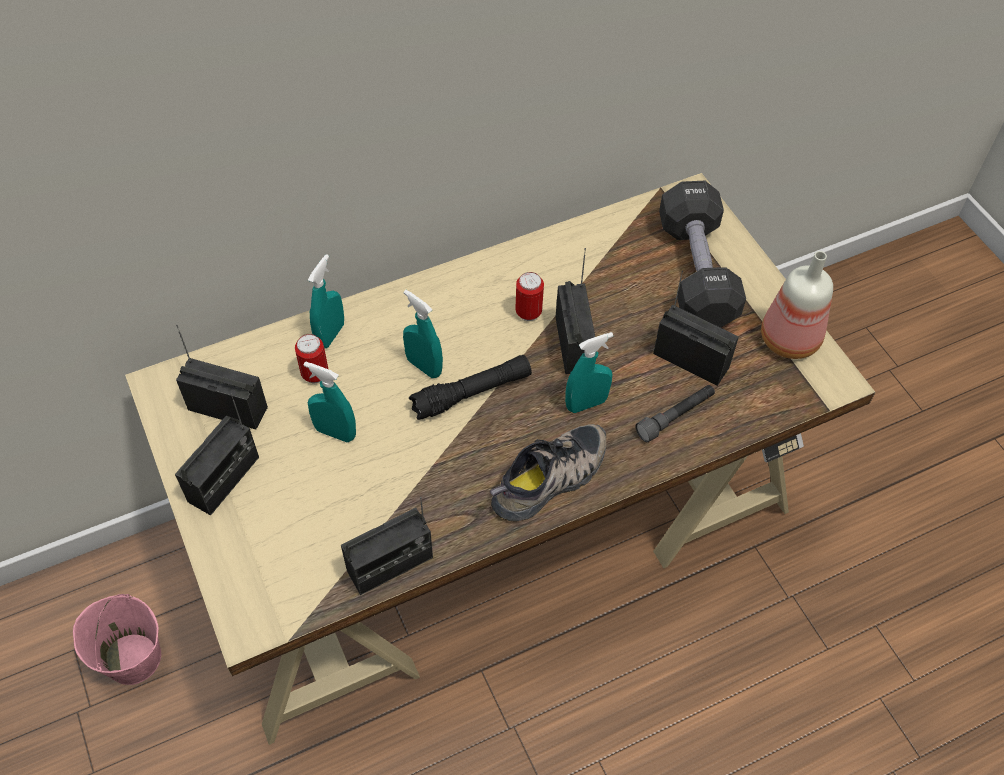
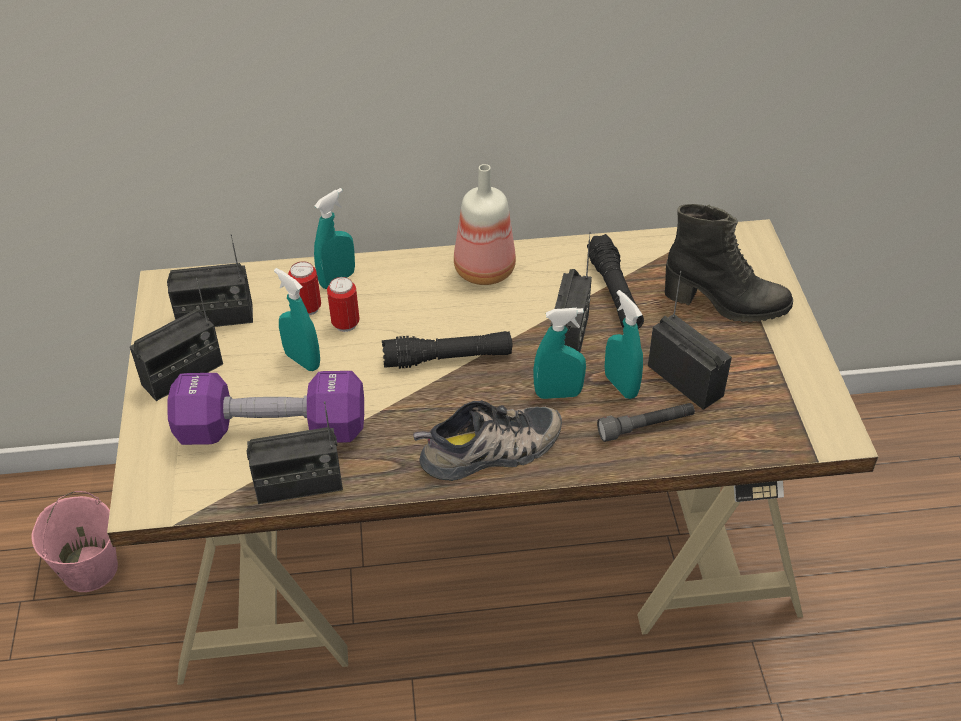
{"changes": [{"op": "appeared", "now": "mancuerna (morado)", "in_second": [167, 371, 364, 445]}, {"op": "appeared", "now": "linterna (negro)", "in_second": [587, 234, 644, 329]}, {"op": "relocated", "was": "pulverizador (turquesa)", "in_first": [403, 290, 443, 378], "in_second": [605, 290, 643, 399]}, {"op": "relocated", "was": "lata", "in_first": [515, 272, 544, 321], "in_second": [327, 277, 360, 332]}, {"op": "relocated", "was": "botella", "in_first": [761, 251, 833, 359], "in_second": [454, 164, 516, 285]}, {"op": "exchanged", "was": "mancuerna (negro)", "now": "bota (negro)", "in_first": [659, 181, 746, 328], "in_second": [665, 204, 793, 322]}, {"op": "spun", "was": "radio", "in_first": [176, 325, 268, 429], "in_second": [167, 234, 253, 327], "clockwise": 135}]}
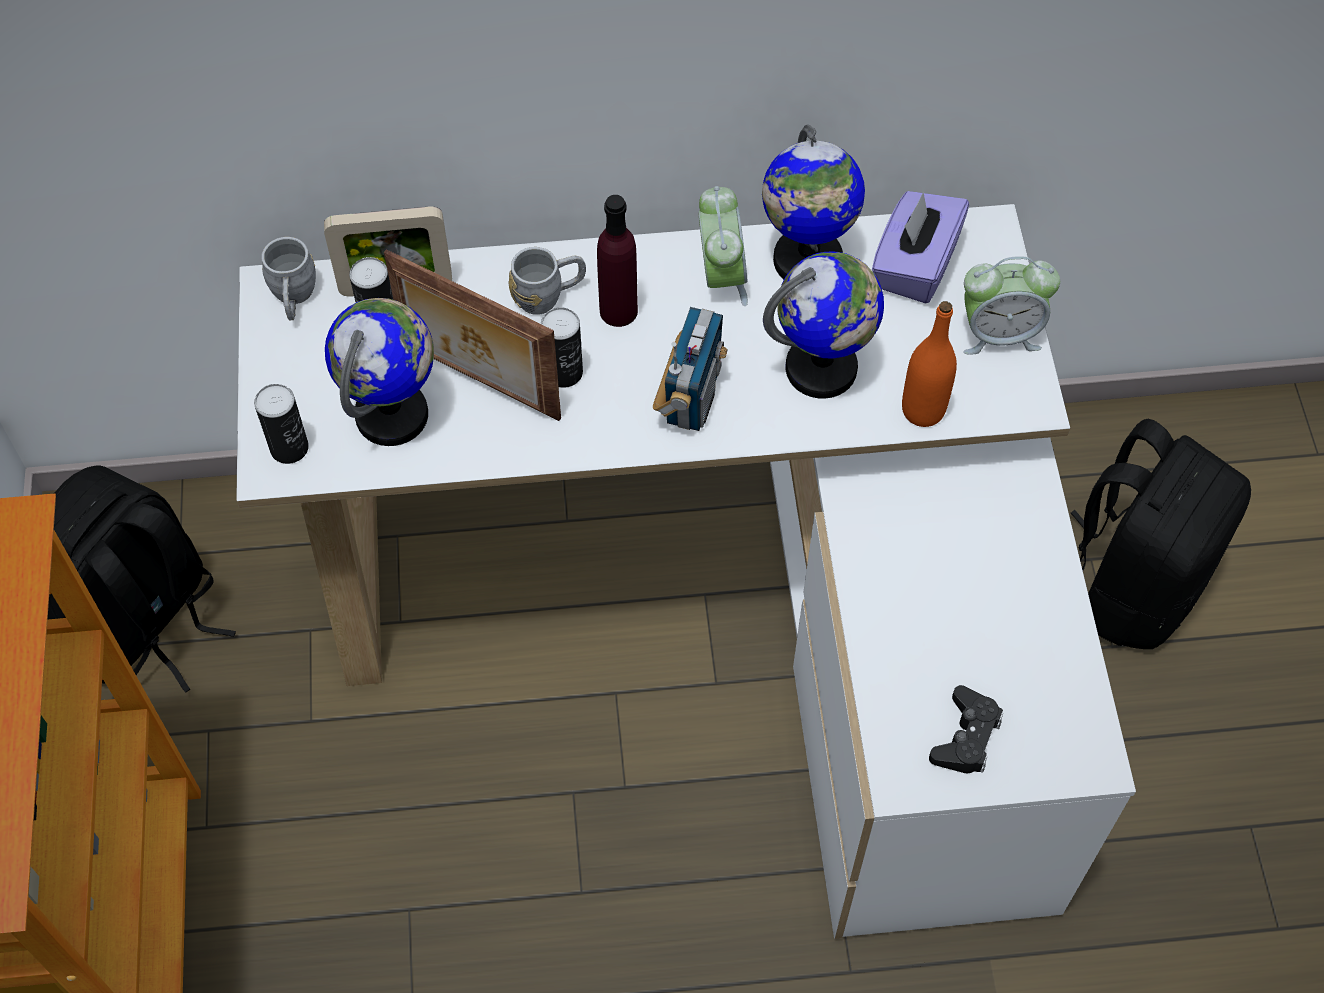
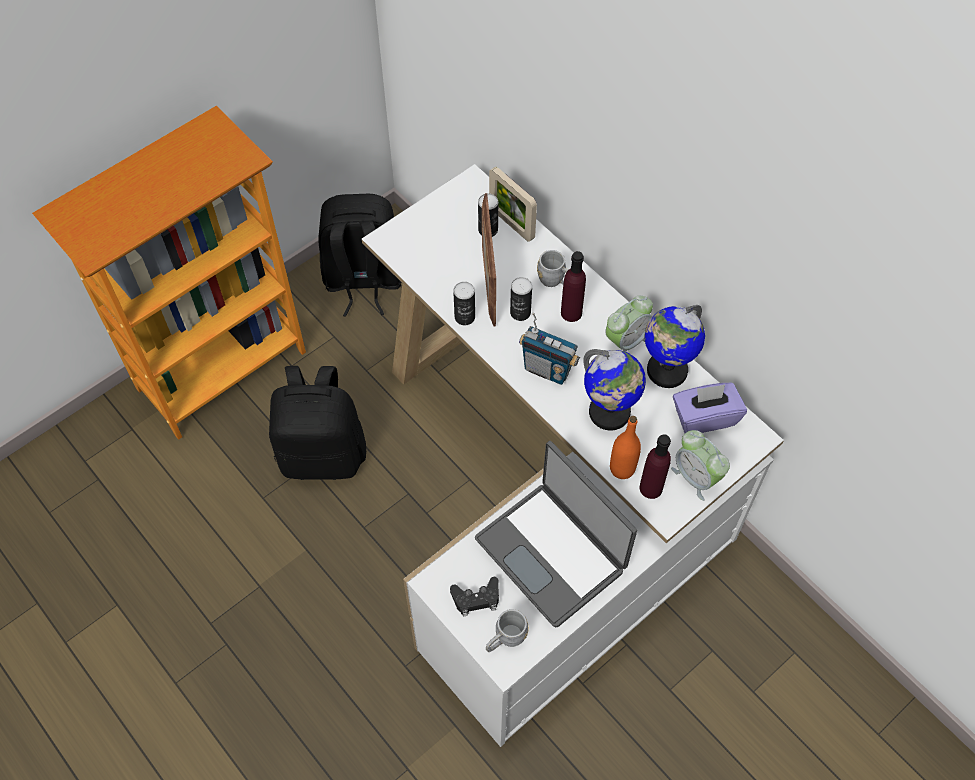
{"changes": [{"op": "missing", "was": "globo terráqueo", "in_first": [325, 298, 434, 446]}, {"op": "appeared", "now": "portátil", "in_second": [475, 441, 637, 627]}, {"op": "appeared", "now": "botella (morado)", "in_second": [639, 434, 671, 499]}, {"op": "relocated", "was": "lata", "in_first": [254, 384, 309, 464], "in_second": [453, 282, 475, 325]}, {"op": "relocated", "was": "taza grande (gris)", "in_first": [261, 237, 316, 321], "in_second": [486, 609, 529, 652]}, {"op": "relocated", "was": "mochila (negro)", "in_first": [1071, 419, 1251, 649], "in_second": [269, 366, 366, 480]}, {"op": "spun", "was": "radio", "in_first": [653, 307, 727, 431], "in_second": [519, 312, 580, 385], "clockwise": 45}]}
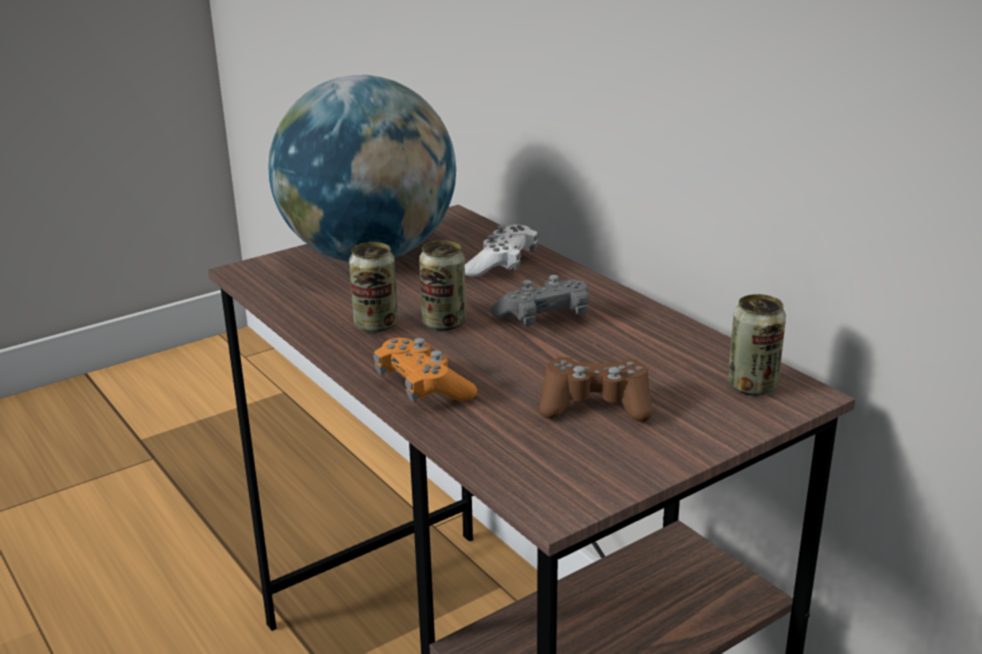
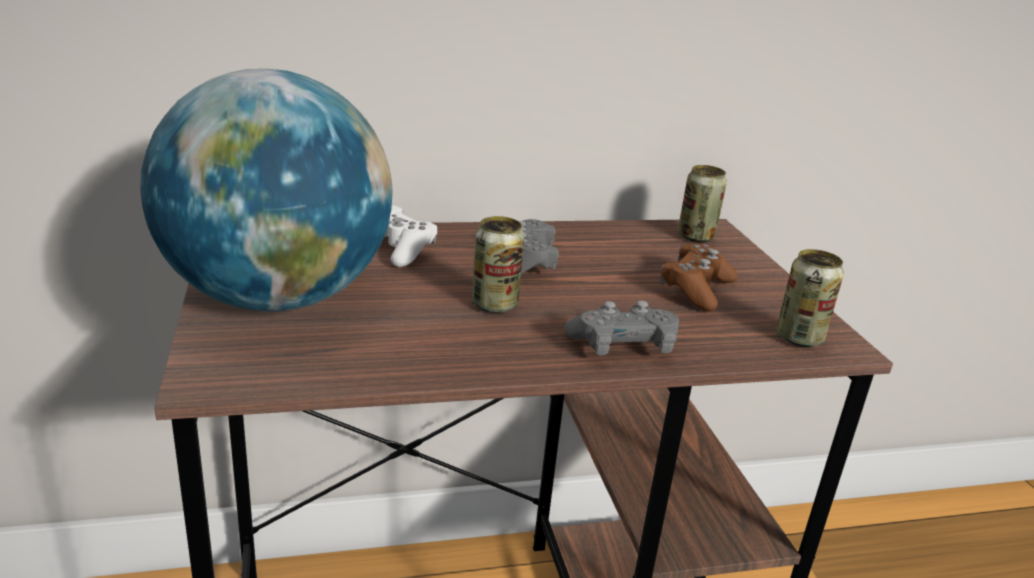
{"changes": [{"op": "relocated", "was": "lata", "in_first": [349, 242, 398, 333], "in_second": [776, 249, 844, 347]}, {"op": "colour", "was": "mando de consola (naranja)", "now": "mando de consola (gris)", "in_first": [374, 338, 477, 402], "in_second": [564, 301, 679, 356]}]}
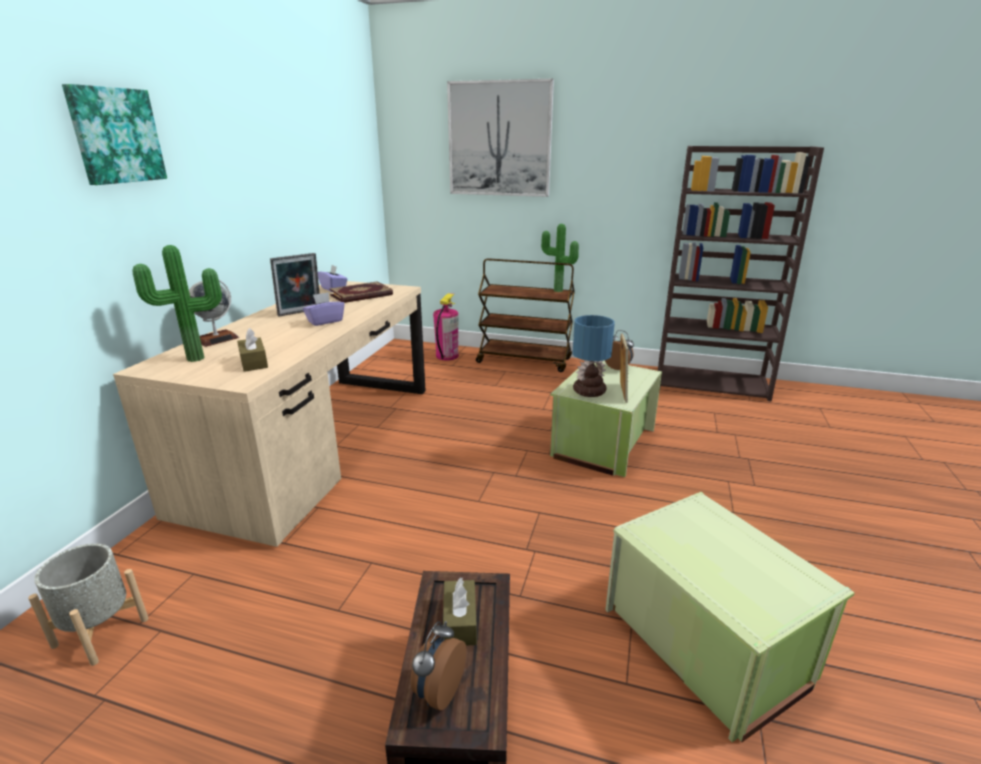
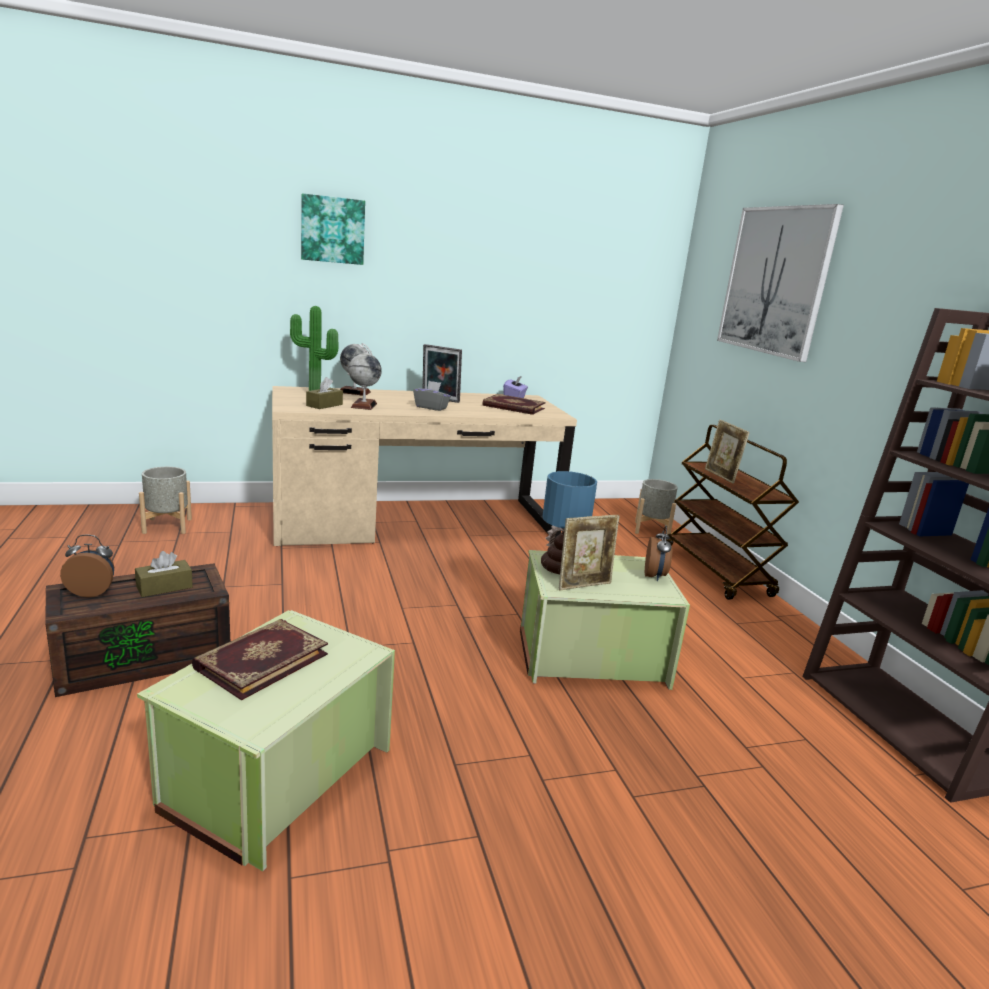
{"changes": [{"op": "missing", "was": "planta en maceta", "in_first": [541, 224, 579, 292]}, {"op": "appeared", "now": "libro", "in_second": [192, 619, 328, 700]}, {"op": "appeared", "now": "globo terráqueo", "in_second": [348, 351, 382, 410]}, {"op": "appeared", "now": "portarretratos", "in_second": [705, 420, 750, 484]}, {"op": "exchanged", "was": "extintor", "now": "maceta (gris)", "in_first": [433, 293, 459, 360], "in_second": [635, 479, 678, 535]}, {"op": "colour", "was": "caja de pañuelos (morado)", "now": "caja de pañuelos (gris)", "in_first": [303, 292, 345, 326], "in_second": [413, 381, 451, 411]}]}
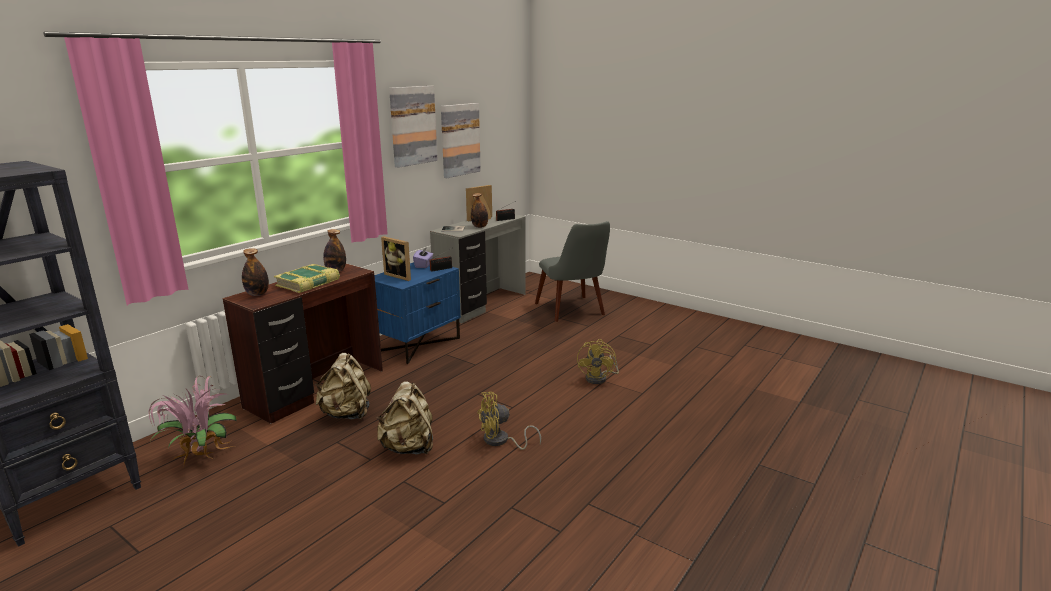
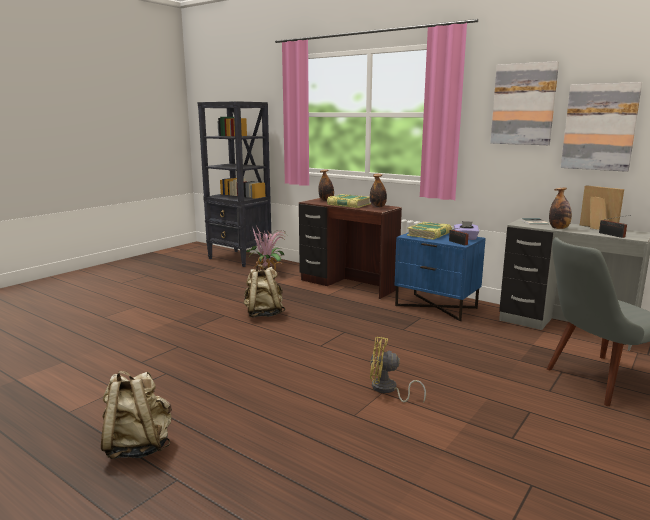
{"changes": [{"op": "missing", "was": "ventilador (amarillo)", "in_first": [477, 392, 541, 450]}, {"op": "relocated", "was": "mochila (beis)", "in_first": [315, 353, 371, 420], "in_second": [101, 371, 172, 459]}, {"op": "exchanged", "was": "portarretratos", "now": "libro", "in_first": [381, 236, 411, 281], "in_second": [407, 222, 452, 240]}]}
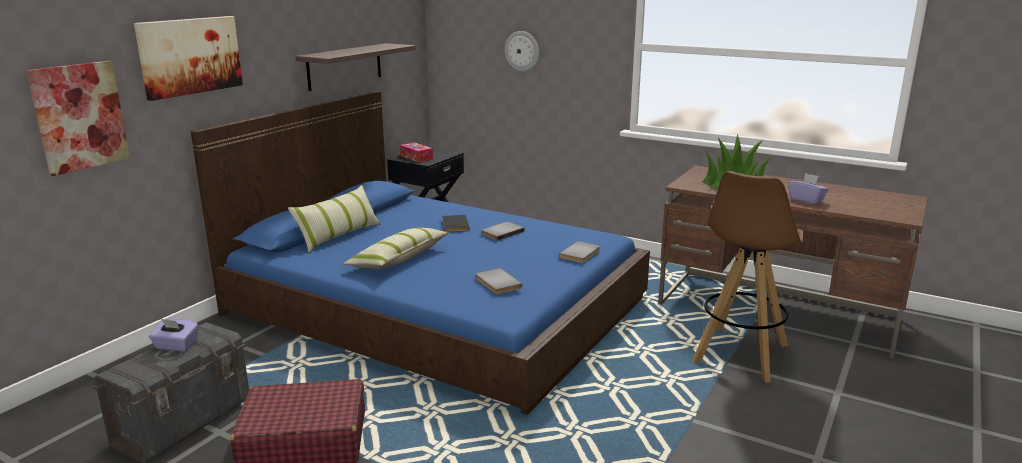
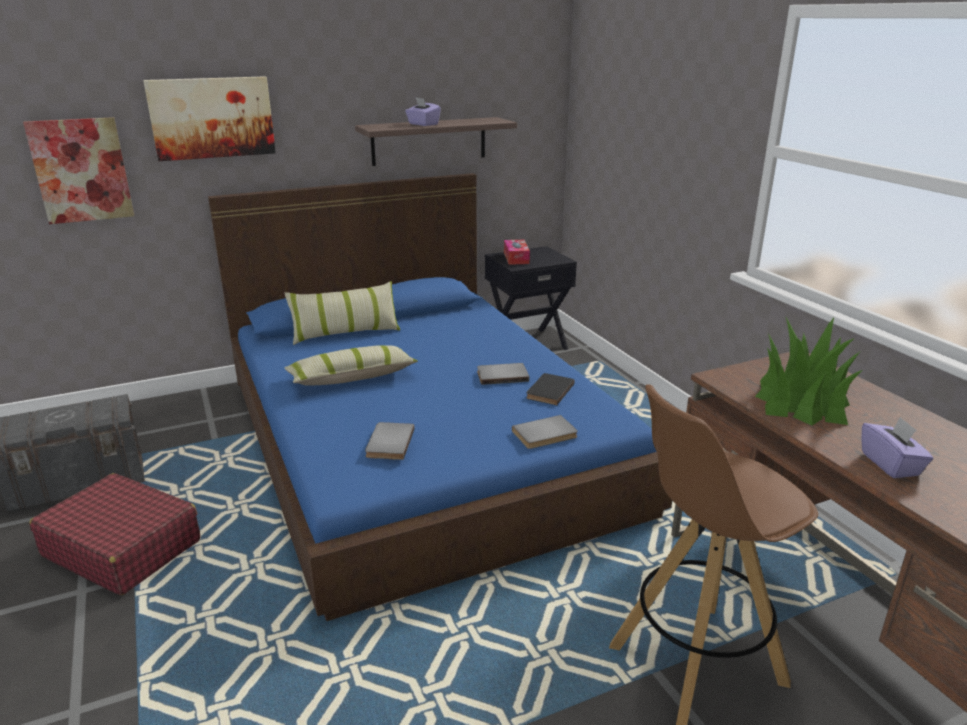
{"changes": [{"op": "missing", "was": "reloj de pared", "in_first": [505, 31, 539, 72]}, {"op": "relocated", "was": "caja de pañuelos (morado)", "in_first": [149, 319, 198, 351], "in_second": [405, 97, 441, 126]}, {"op": "relocated", "was": "libro (negro)", "in_first": [442, 215, 470, 232], "in_second": [526, 373, 575, 405]}]}
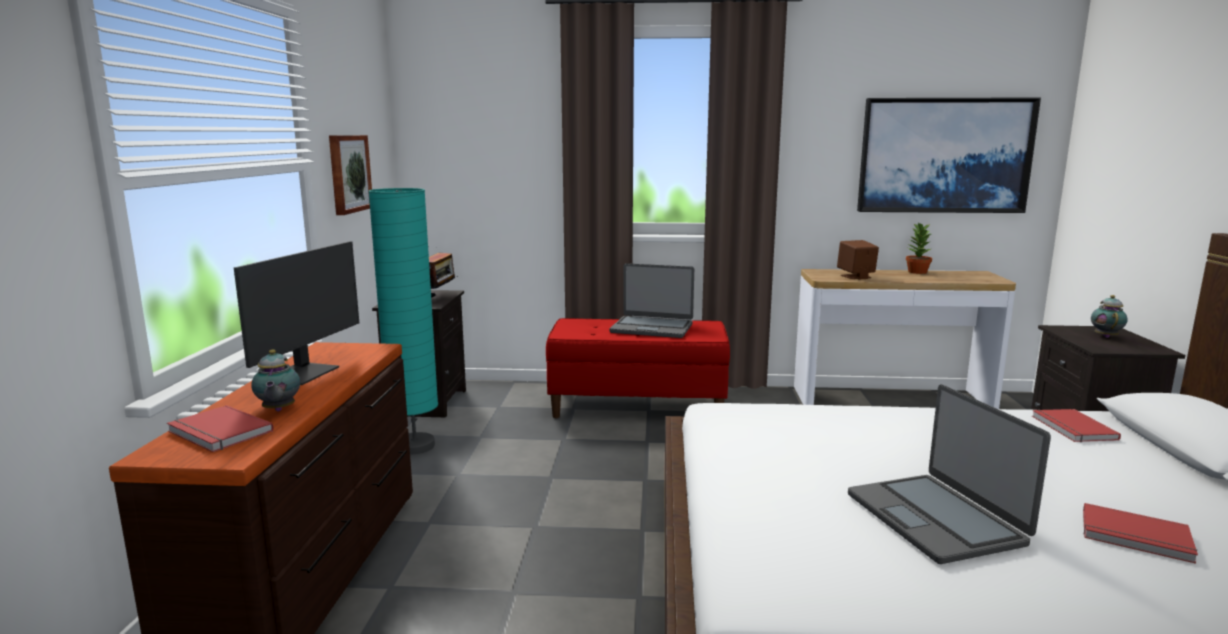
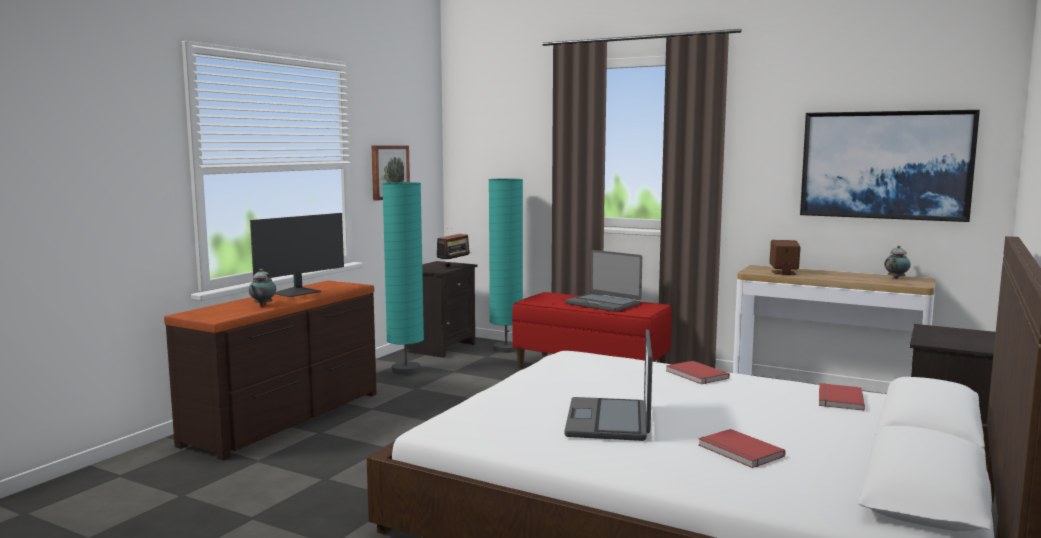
{"changes": [{"op": "missing", "was": "planta en maceta", "in_first": [906, 223, 932, 274]}, {"op": "appeared", "now": "lámpara de pie (turquesa)", "in_second": [489, 178, 523, 353]}, {"op": "relocated", "was": "libro (rojo)", "in_first": [167, 405, 274, 452], "in_second": [666, 361, 730, 384]}, {"op": "relocated", "was": "tetera", "in_first": [1091, 295, 1128, 338], "in_second": [884, 246, 911, 279]}]}
